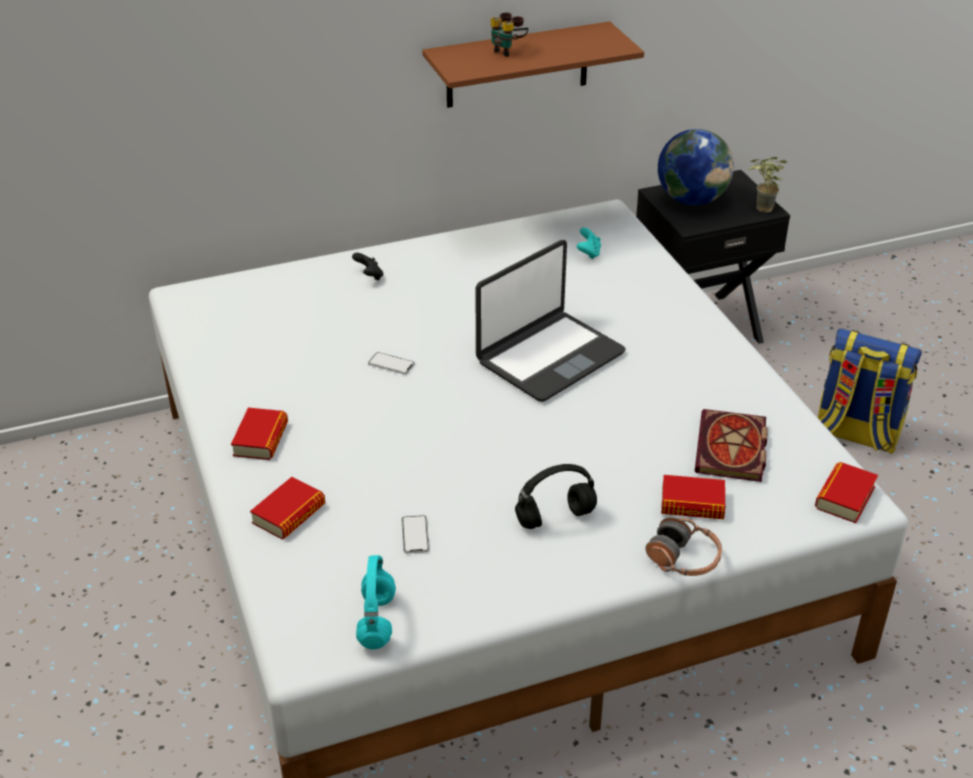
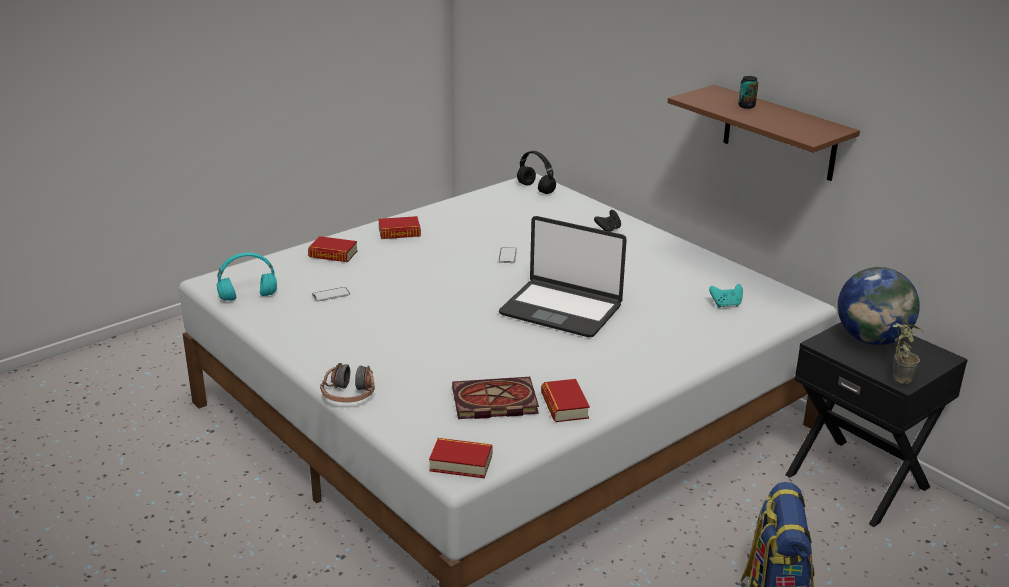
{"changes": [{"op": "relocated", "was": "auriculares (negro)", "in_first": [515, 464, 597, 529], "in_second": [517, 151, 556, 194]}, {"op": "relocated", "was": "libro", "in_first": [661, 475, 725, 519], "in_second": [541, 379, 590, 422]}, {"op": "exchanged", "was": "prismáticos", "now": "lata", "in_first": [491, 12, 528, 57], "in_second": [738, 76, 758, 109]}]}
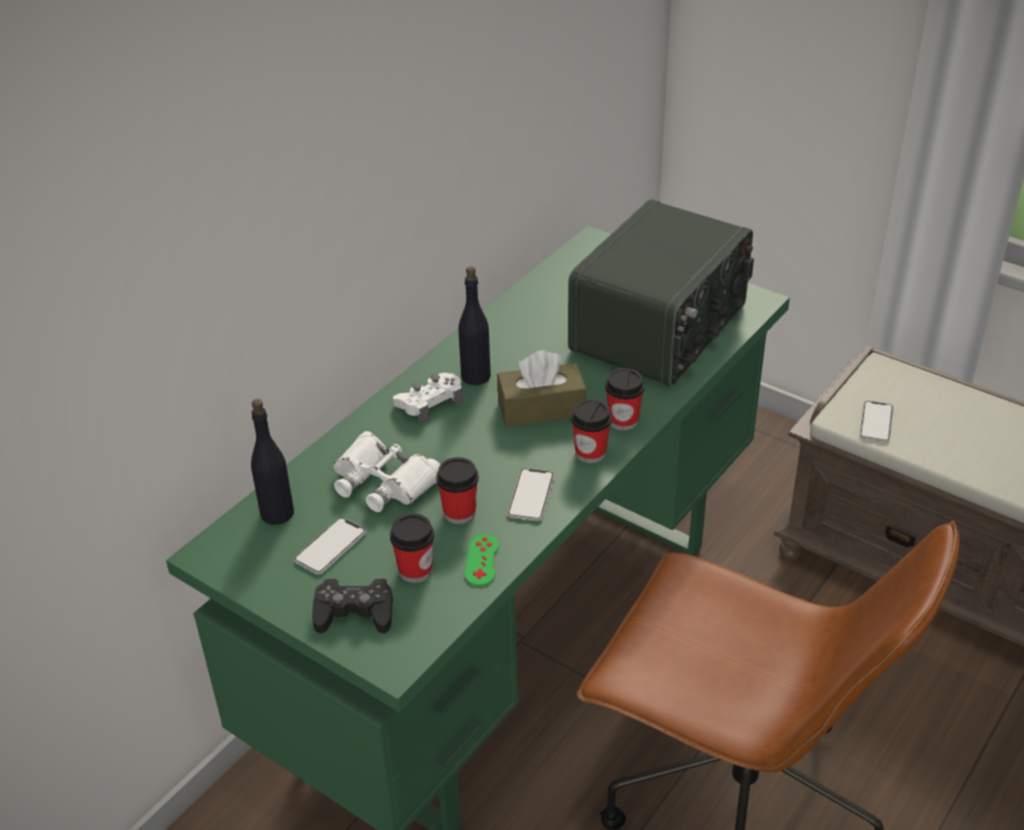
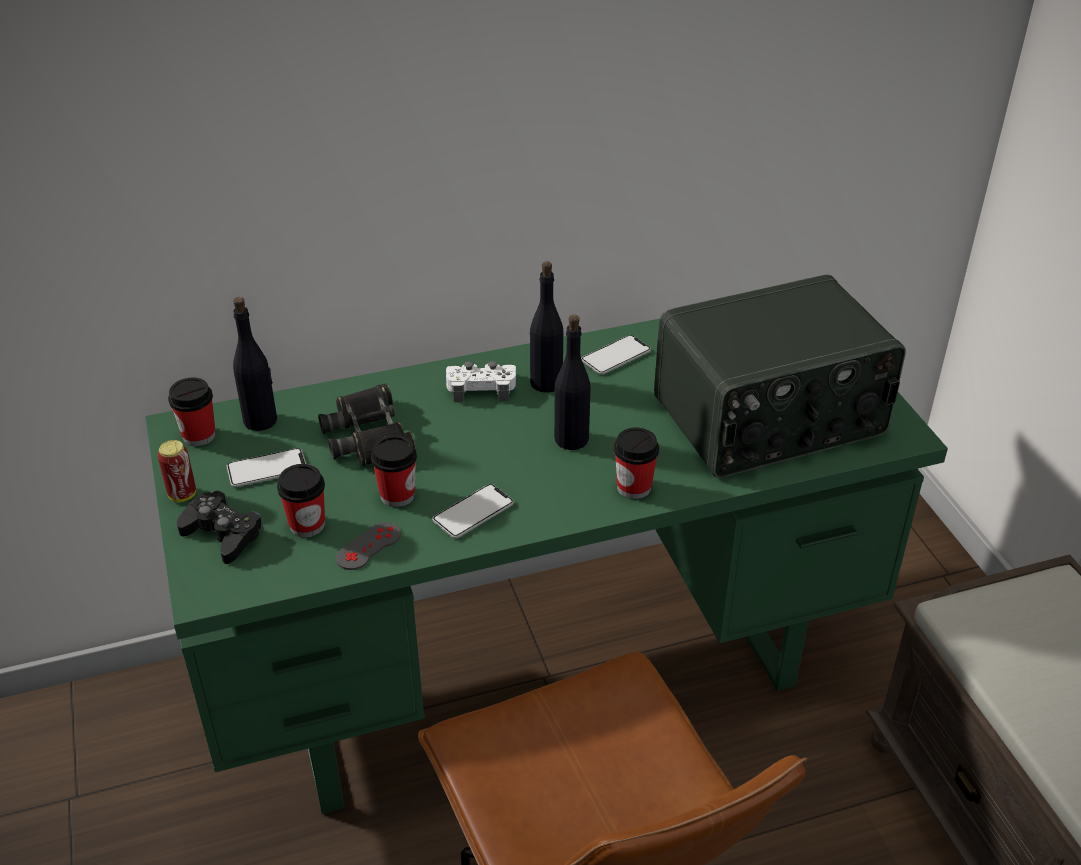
{"changes": [{"op": "appeared", "now": "lata", "in_second": [158, 440, 196, 502]}, {"op": "relocated", "was": "taza", "in_first": [571, 399, 612, 463], "in_second": [168, 378, 216, 446]}, {"op": "relocated", "was": "móvil", "in_first": [859, 401, 893, 442], "in_second": [581, 335, 651, 375]}, {"op": "exchanged", "was": "caja de pañuelos (marrón)", "now": "botella (negro)", "in_first": [497, 350, 586, 427], "in_second": [554, 315, 591, 450]}, {"op": "colour", "was": "prismáticos (blanco)", "now": "prismáticos (negro)", "in_first": [333, 431, 441, 512], "in_second": [318, 383, 416, 466]}, {"op": "colour", "was": "mando de consola (verde)", "now": "mando de consola (gris)", "in_first": [464, 534, 499, 586], "in_second": [336, 522, 401, 570]}]}
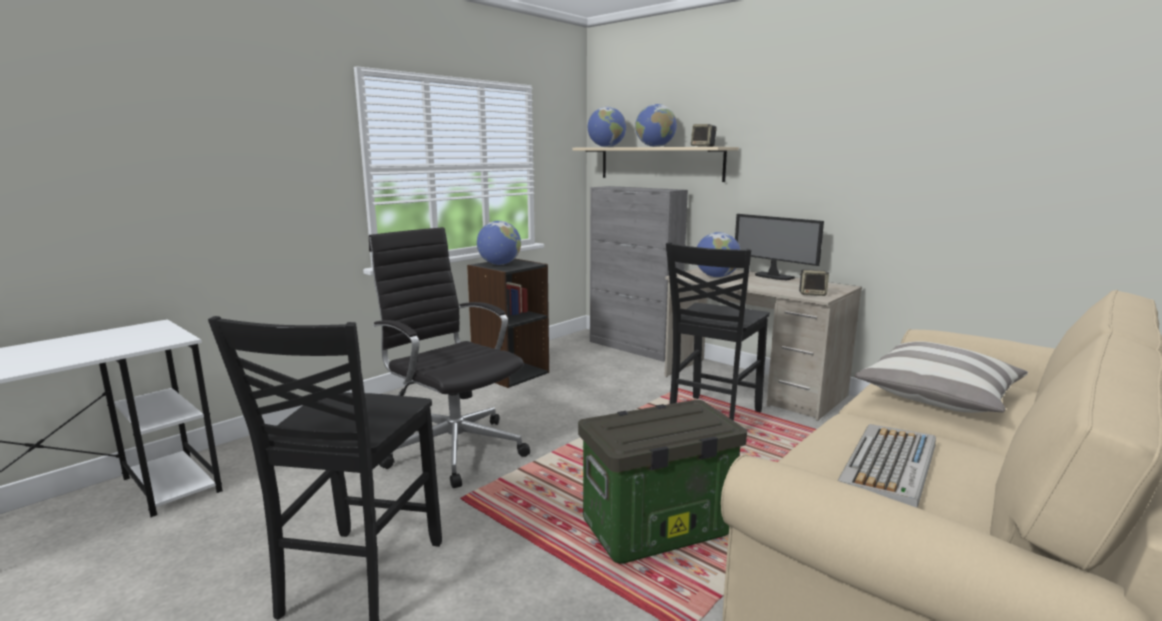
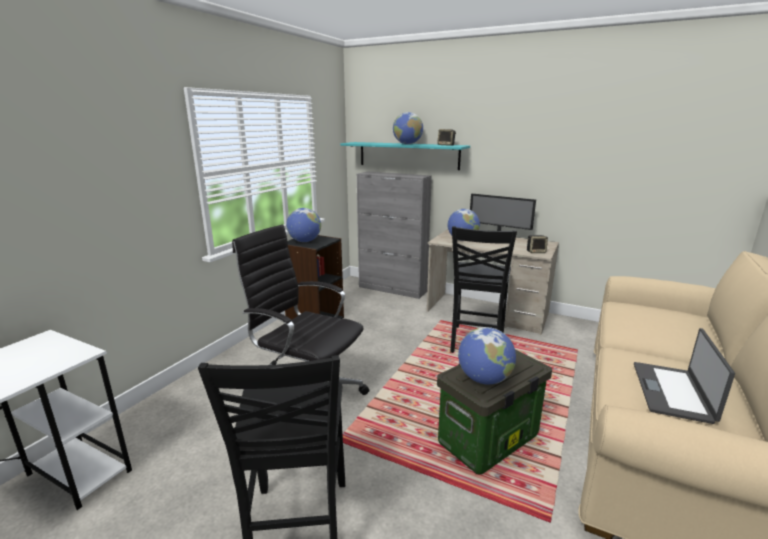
{"changes": [{"op": "missing", "was": "cojín", "in_first": [854, 341, 1028, 413]}, {"op": "relocated", "was": "globo terráqueo", "in_first": [588, 107, 626, 147], "in_second": [458, 327, 516, 384]}, {"op": "exchanged", "was": "teclado", "now": "portátil", "in_first": [837, 424, 936, 508], "in_second": [634, 328, 735, 424]}, {"op": "colour", "was": "estante (beis)", "now": "estante (turquesa)", "in_first": [572, 147, 739, 182], "in_second": [340, 142, 470, 170]}]}
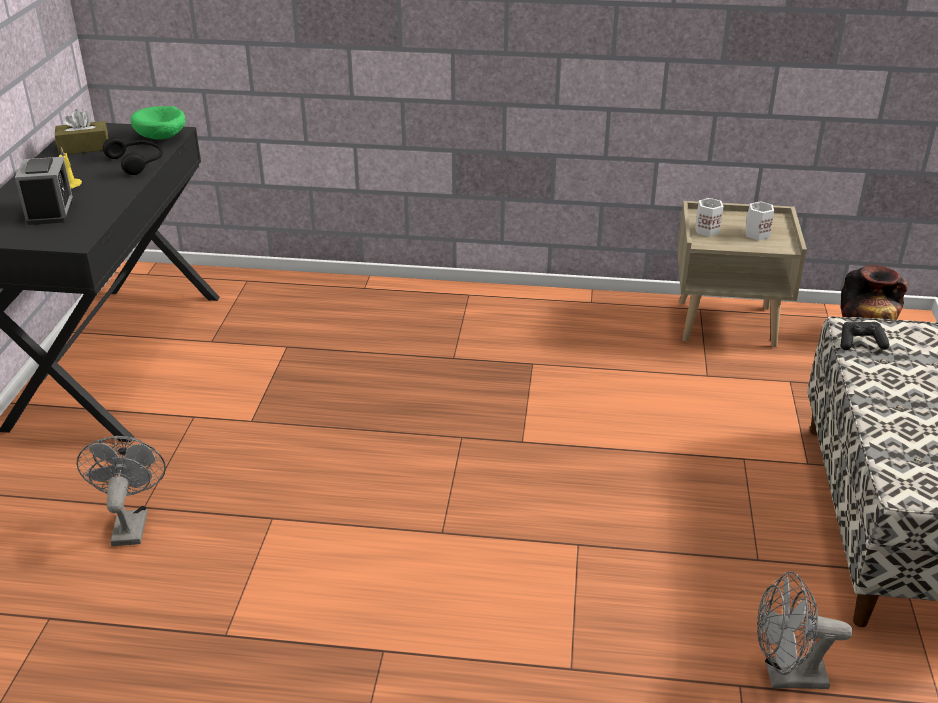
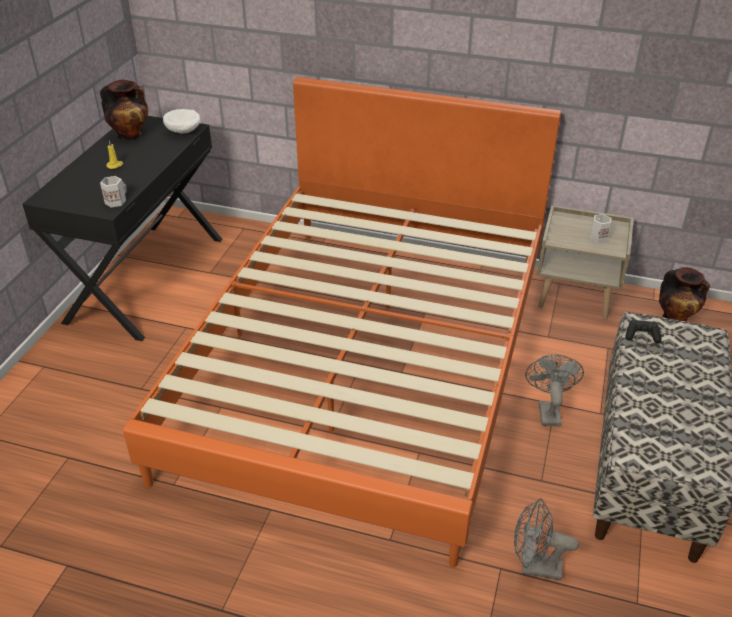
{"changes": [{"op": "missing", "was": "despertador", "in_first": [15, 157, 74, 225]}, {"op": "missing", "was": "auriculares (negro)", "in_first": [103, 137, 163, 175]}, {"op": "appeared", "now": "cama (naranja)", "in_second": [123, 77, 561, 568]}, {"op": "relocated", "was": "ventilador (gris)", "in_first": [76, 436, 166, 546], "in_second": [525, 354, 584, 426]}, {"op": "relocated", "was": "taza grande (blanco)", "in_first": [695, 198, 724, 237], "in_second": [100, 176, 127, 207]}, {"op": "exchanged", "was": "caja de pañuelos (marrón)", "now": "florero", "in_first": [55, 109, 109, 155], "in_second": [100, 80, 149, 141]}, {"op": "colour", "was": "cuenco (verde)", "now": "cuenco (blanco)", "in_first": [131, 106, 185, 140], "in_second": [163, 109, 200, 134]}]}
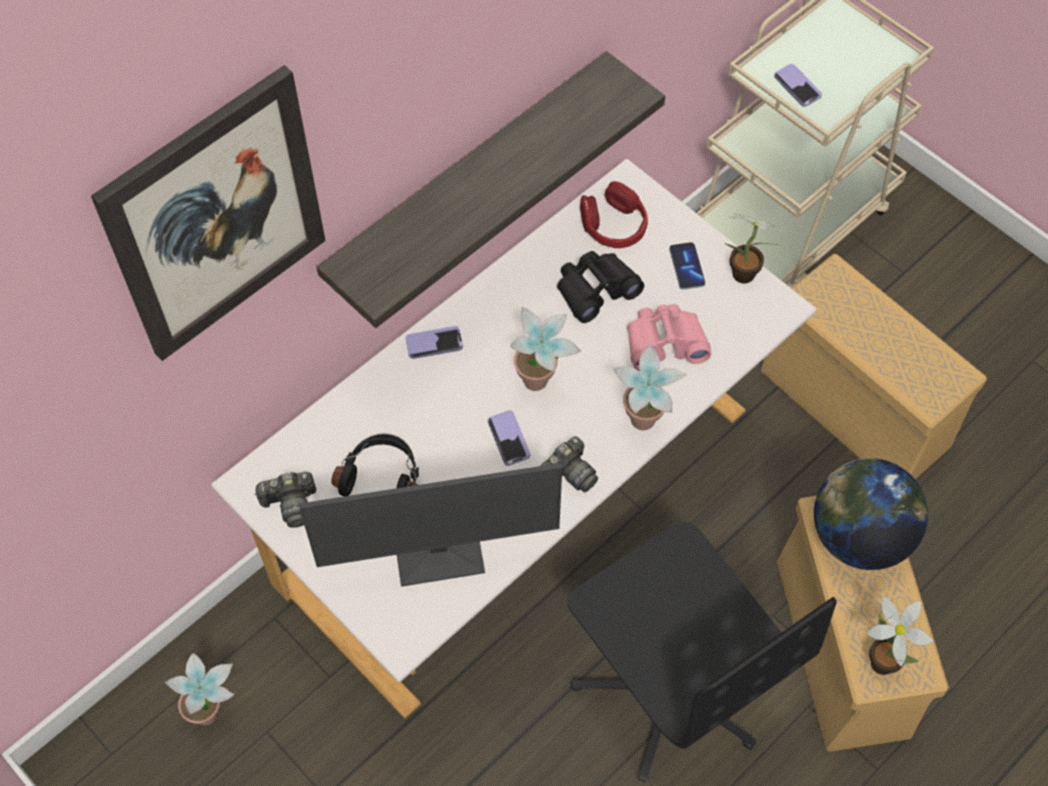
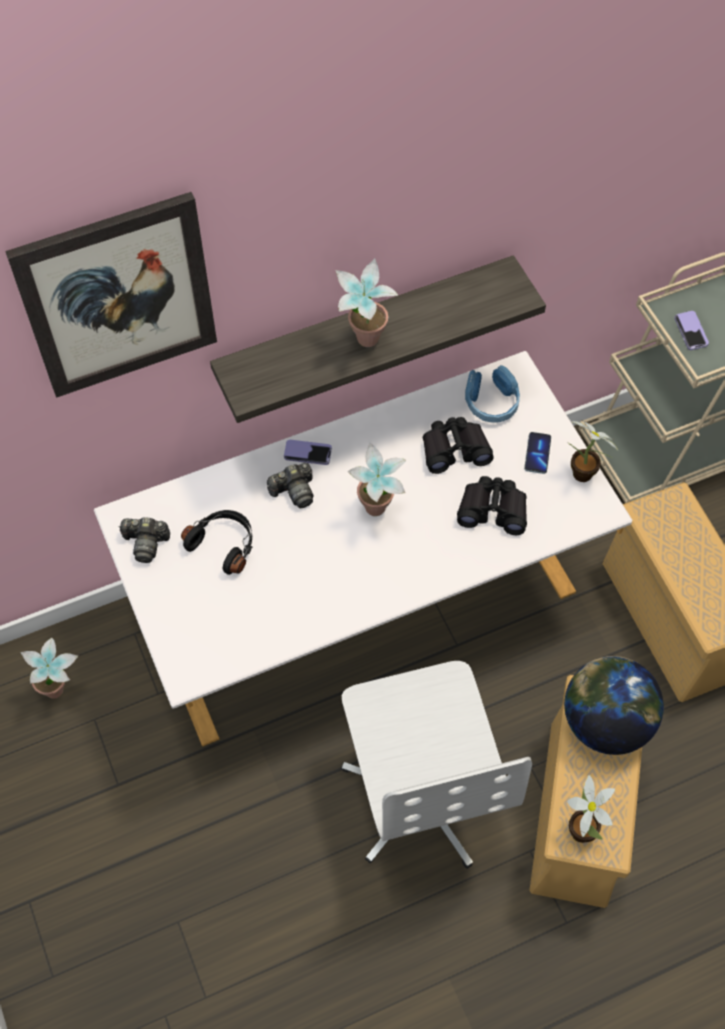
{"changes": [{"op": "missing", "was": "monitor", "in_first": [299, 463, 562, 587]}, {"op": "missing", "was": "móvil", "in_first": [488, 410, 530, 466]}, {"op": "relocated", "was": "cámara", "in_first": [541, 436, 598, 492], "in_second": [267, 463, 314, 508]}, {"op": "relocated", "was": "planta en maceta", "in_first": [613, 342, 687, 430], "in_second": [335, 258, 399, 347]}, {"op": "colour", "was": "silla de oficina (negro)", "now": "silla de oficina (blanco)", "in_first": [567, 522, 837, 782], "in_second": [341, 661, 532, 869]}, {"op": "colour", "was": "auriculares (rojo)", "now": "auriculares (azul)", "in_first": [580, 181, 648, 248], "in_second": [465, 365, 520, 423]}, {"op": "colour", "was": "prismáticos (rosa)", "now": "prismáticos (negro)", "in_first": [627, 304, 711, 371], "in_second": [457, 476, 527, 535]}]}
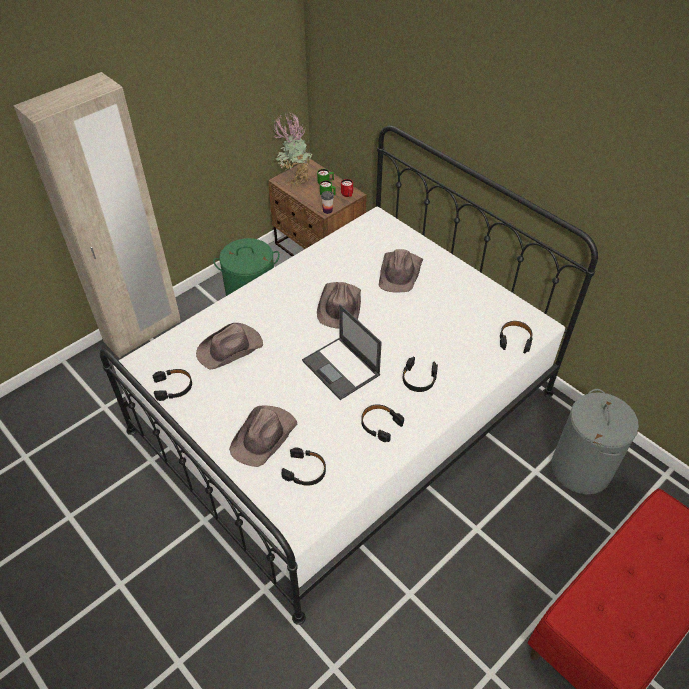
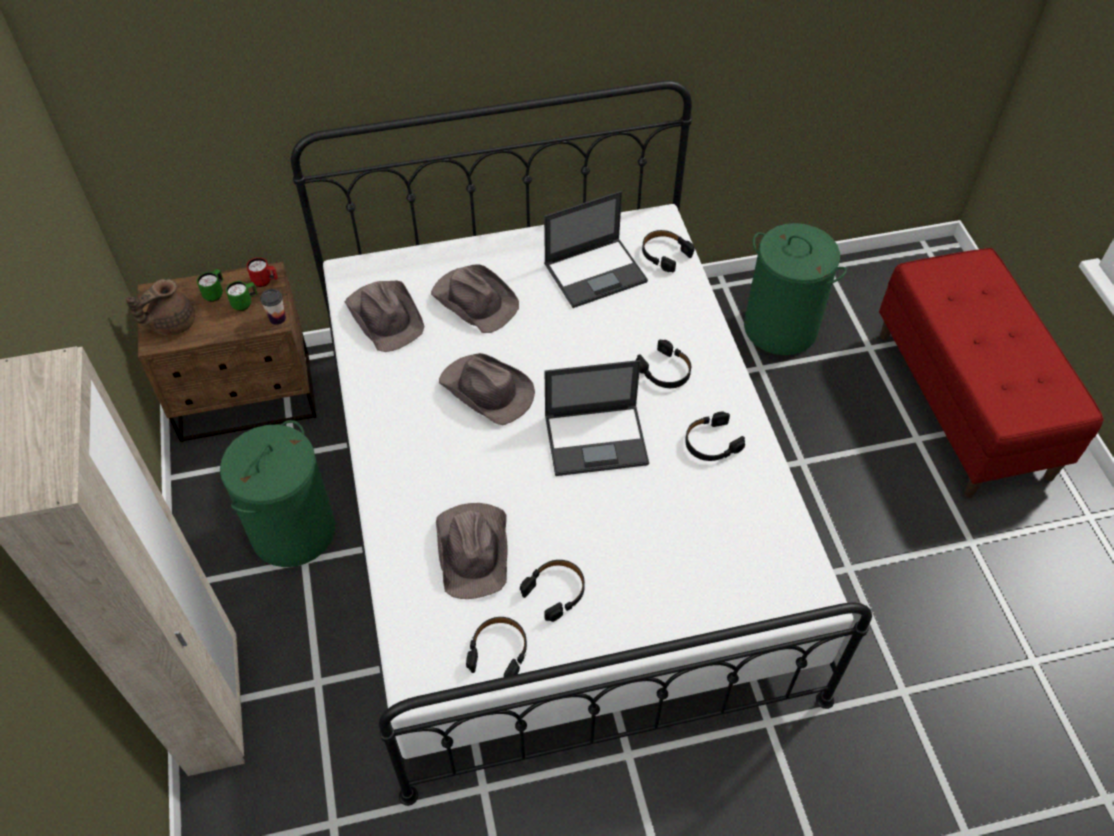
{"changes": [{"op": "appeared", "now": "portátil", "in_second": [544, 191, 648, 308]}, {"op": "relocated", "was": "sombrero (marrón)", "in_first": [229, 405, 297, 467], "in_second": [345, 281, 424, 352]}, {"op": "relocated", "was": "auriculares (negro)", "in_first": [281, 447, 326, 486], "in_second": [520, 560, 585, 622]}, {"op": "exchanged", "was": "planta en maceta", "now": "tetera (marrón)", "in_first": [274, 113, 312, 188], "in_second": [125, 279, 195, 336]}, {"op": "colour", "was": "cesto de la ropa (gris)", "now": "cesto de la ropa (verde)", "in_first": [551, 389, 639, 494], "in_second": [744, 223, 847, 355]}]}
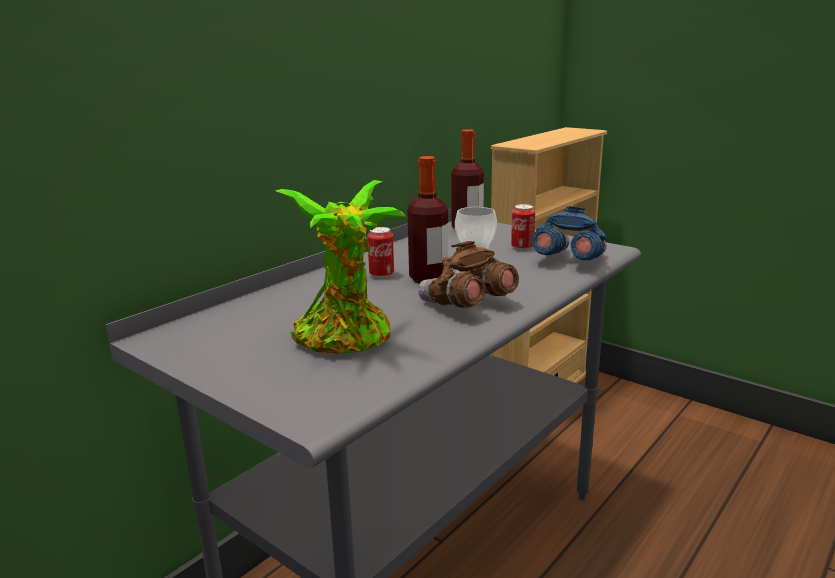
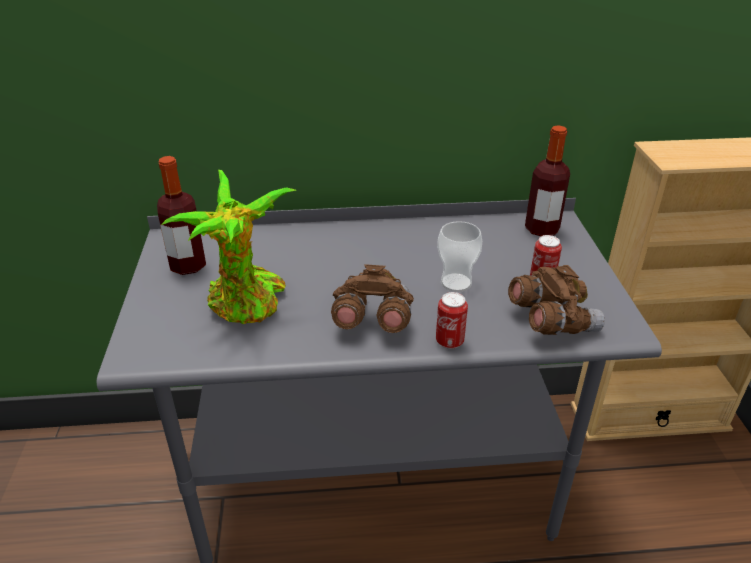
{"changes": [{"op": "relocated", "was": "lata", "in_first": [367, 227, 394, 279], "in_second": [436, 292, 468, 349]}, {"op": "relocated", "was": "botella", "in_first": [407, 156, 448, 283], "in_second": [157, 156, 206, 275]}, {"op": "colour", "was": "prismáticos (azul)", "now": "prismáticos (marrón)", "in_first": [532, 206, 606, 260], "in_second": [508, 265, 605, 335]}]}
